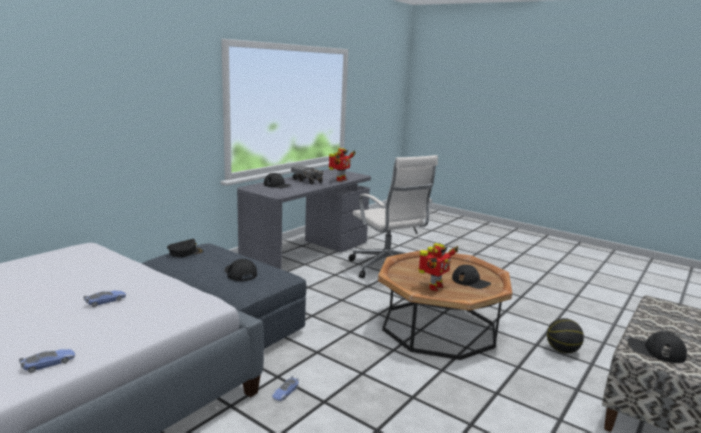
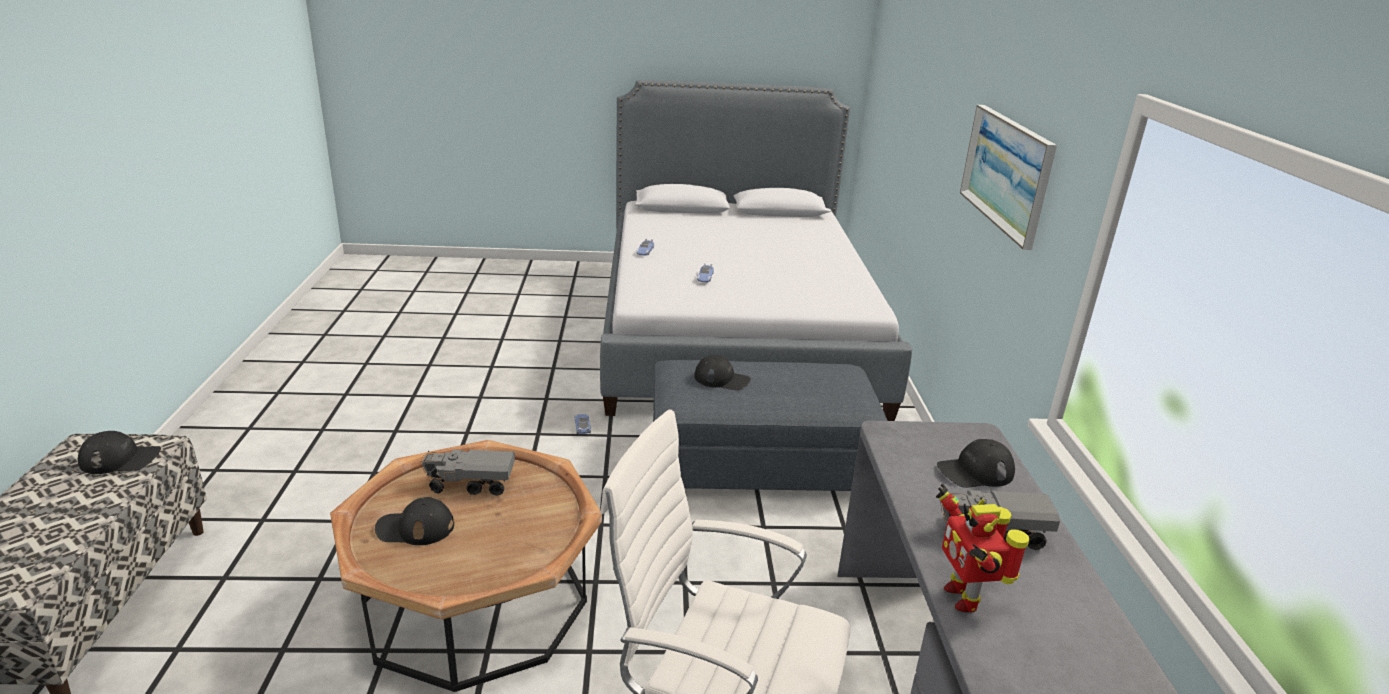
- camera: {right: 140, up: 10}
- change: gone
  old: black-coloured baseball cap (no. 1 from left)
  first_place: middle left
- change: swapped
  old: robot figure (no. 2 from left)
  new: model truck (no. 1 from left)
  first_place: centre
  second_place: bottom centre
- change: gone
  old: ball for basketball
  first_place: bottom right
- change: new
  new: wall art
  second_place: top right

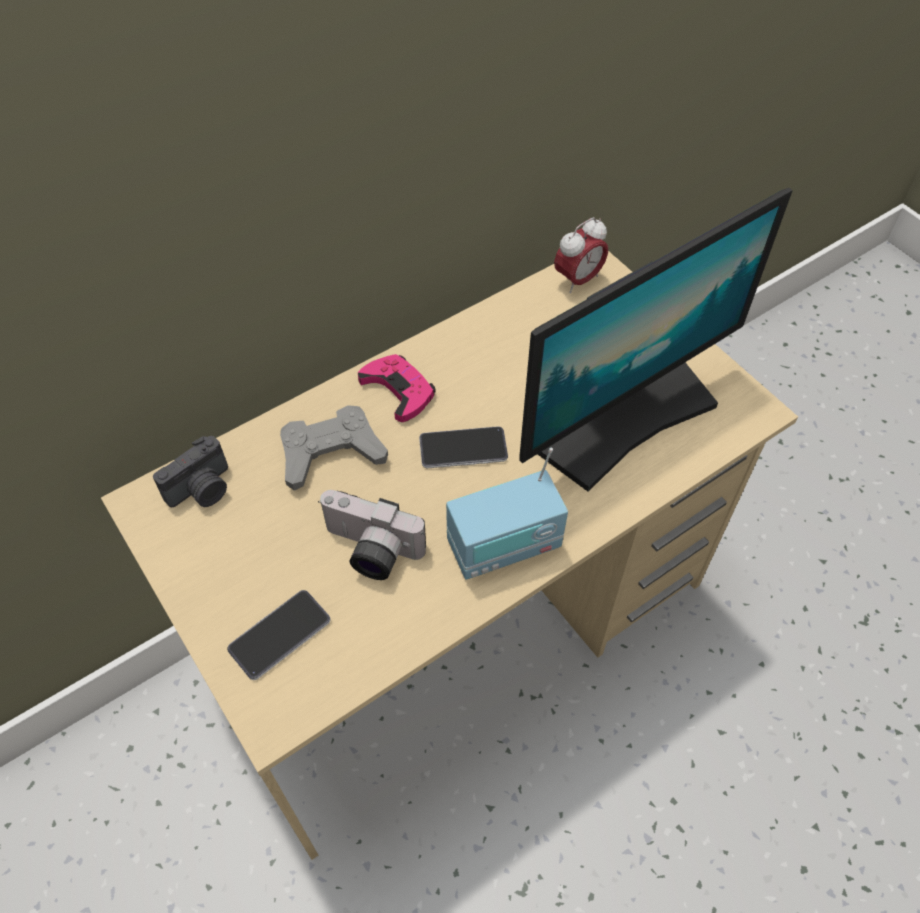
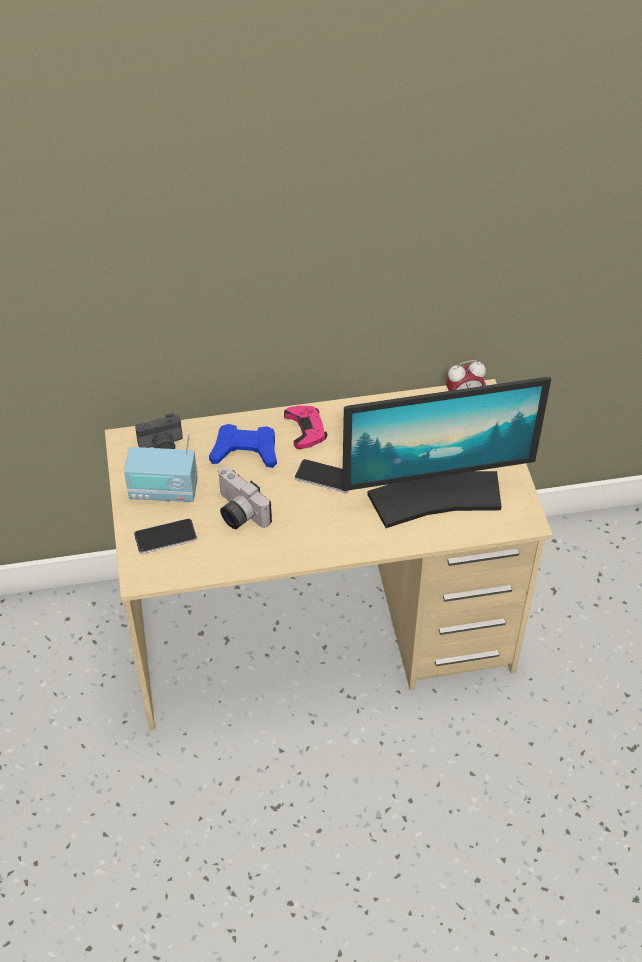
- camera: {right: 25, up: -5}
- change: repainted
  old: greyish game controller
  new: blue game controller
  first_place: centre
  second_place: centre
- change: shifted
  old: radio set
  first_place: centre
  second_place: middle left

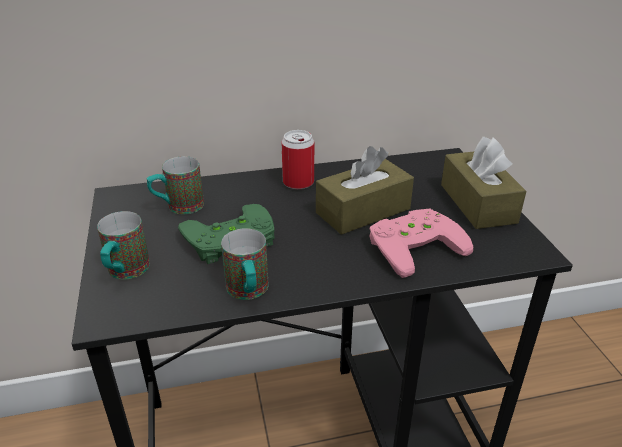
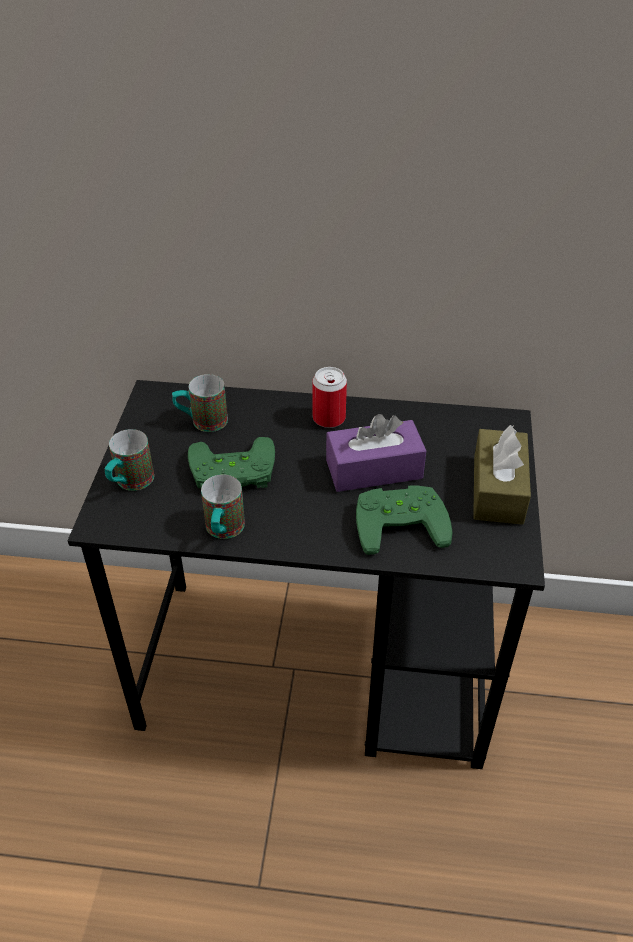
- camera: {right: 20, up: 10}
- change: repainted
  old: brown-coloured tissue holder (no. 1 from left)
  new: purple-coloured tissue holder
  first_place: centre
  second_place: centre
- change: repainted
  old: pink game controller
  new: greenish game controller (no. 2 from left)
  first_place: middle right
  second_place: centre

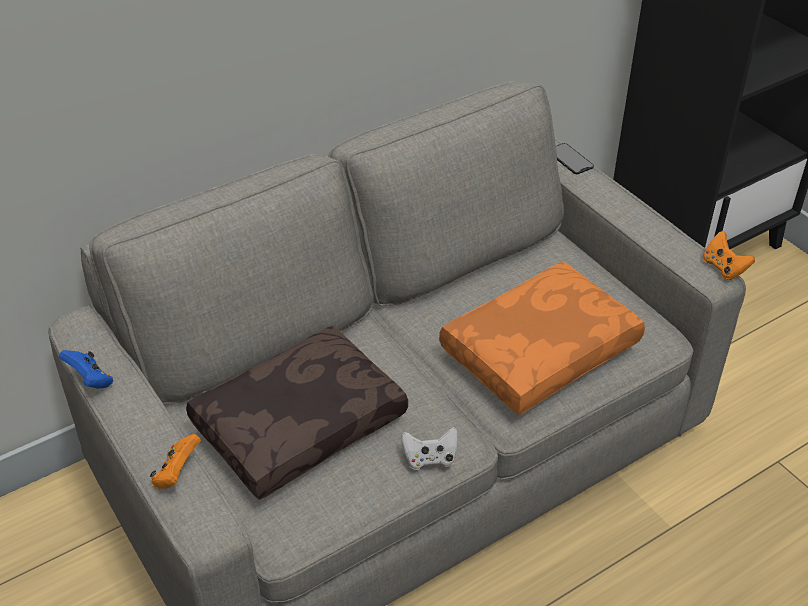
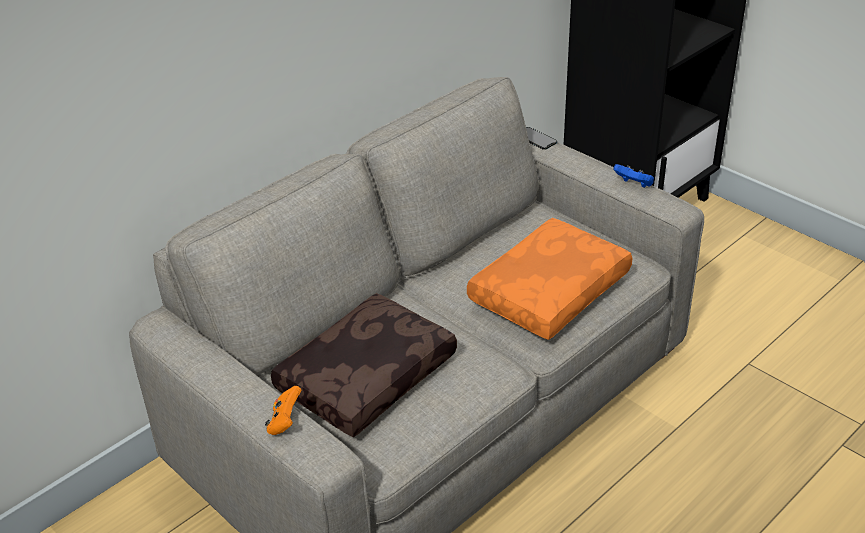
- camera: {right: -10, up: -5}
- change: shifted
  old: blue game controller
  first_place: middle left
  second_place: top right
- change: gone
  old: whitish game controller
  first_place: bottom centre
- change: gone
  old: orange-coloured game controller (no. 2 from left)
  first_place: middle right

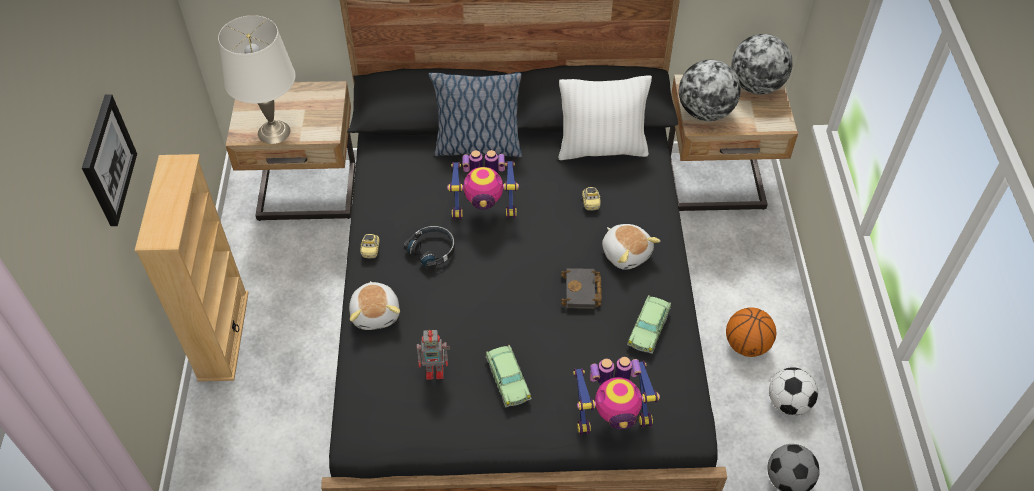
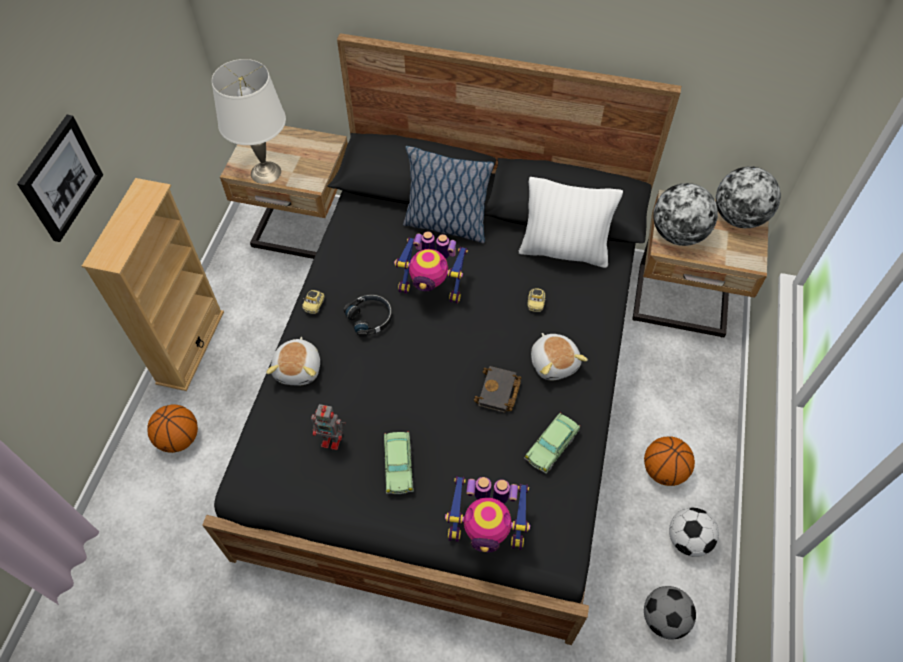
- camera: {right: 15, up: 5}
- change: new
  new: ball for basketball (no. 1 from left)
  second_place: middle left

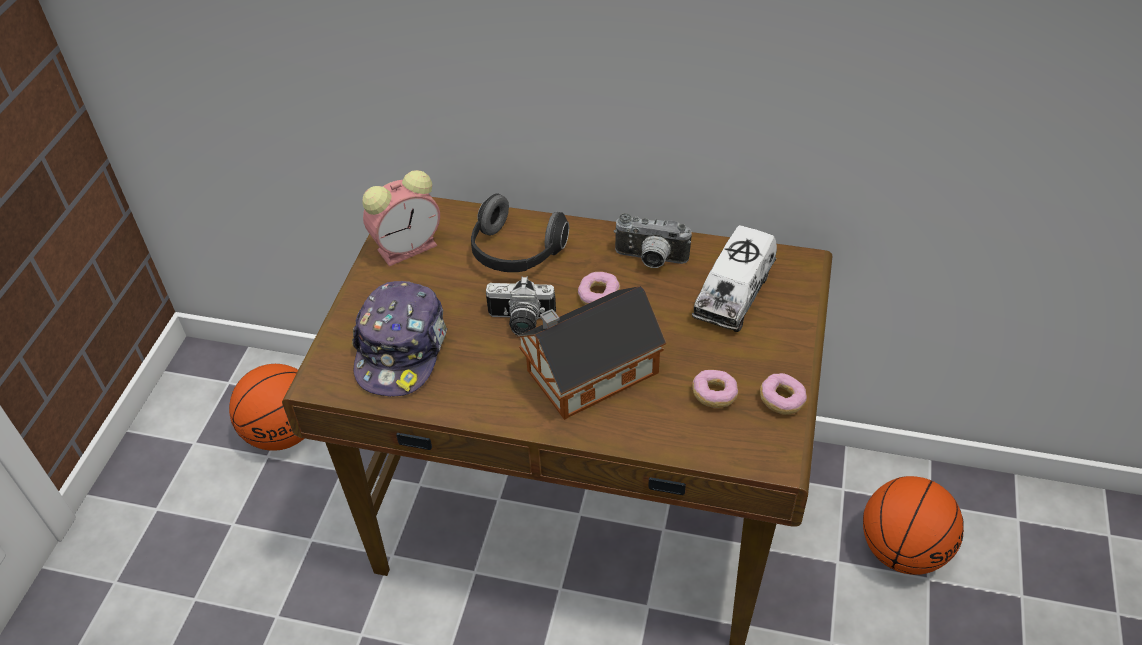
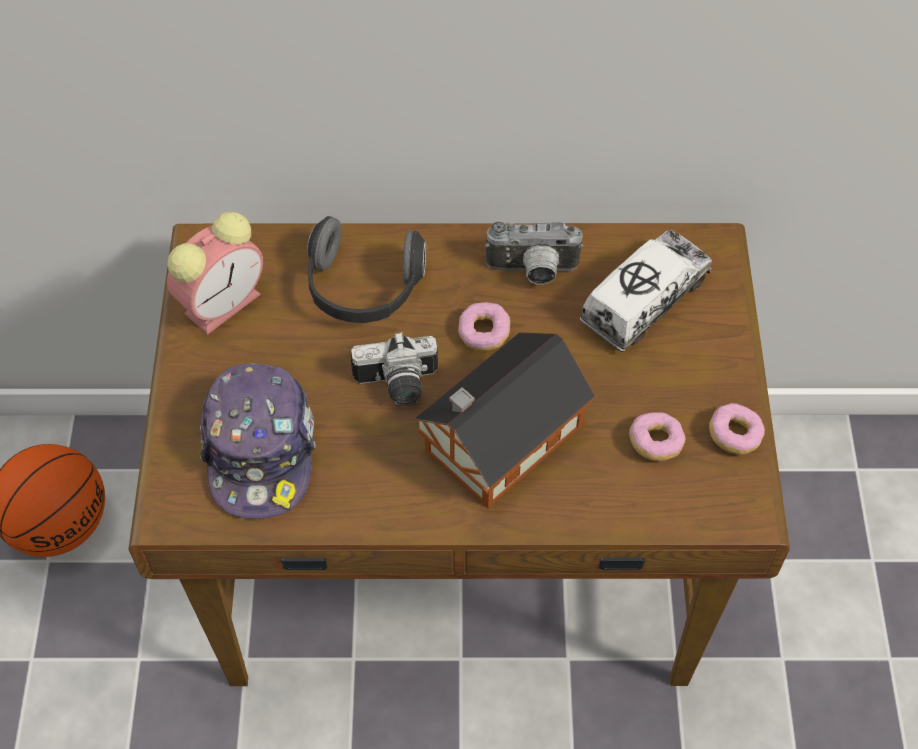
- camera: {right: -15, up: 10}
- change: rotated
  old: model truck
  first_place: centre
  second_place: middle right
  degrees: -150
- change: gone
  old: ball for basketball (no. 2 from left)
  first_place: bottom right

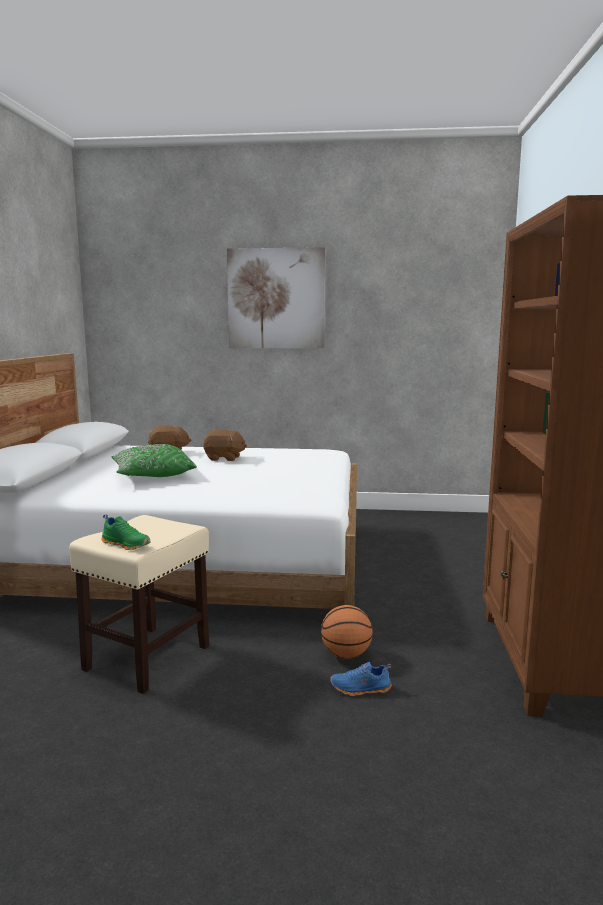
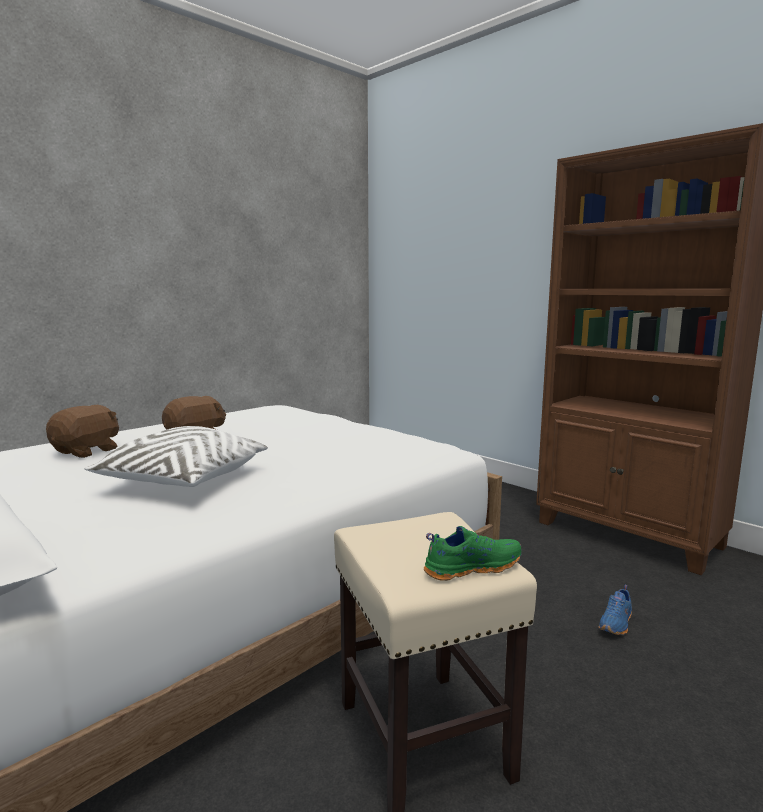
- camera: {right: -50, up: 0}
- change: repainted
  old: greenish pillow
  new: whitish pillow
  first_place: middle left
  second_place: middle left
- change: gone
  old: wall art
  first_place: top centre
- change: gone
  old: ball for basketball
  first_place: bottom centre

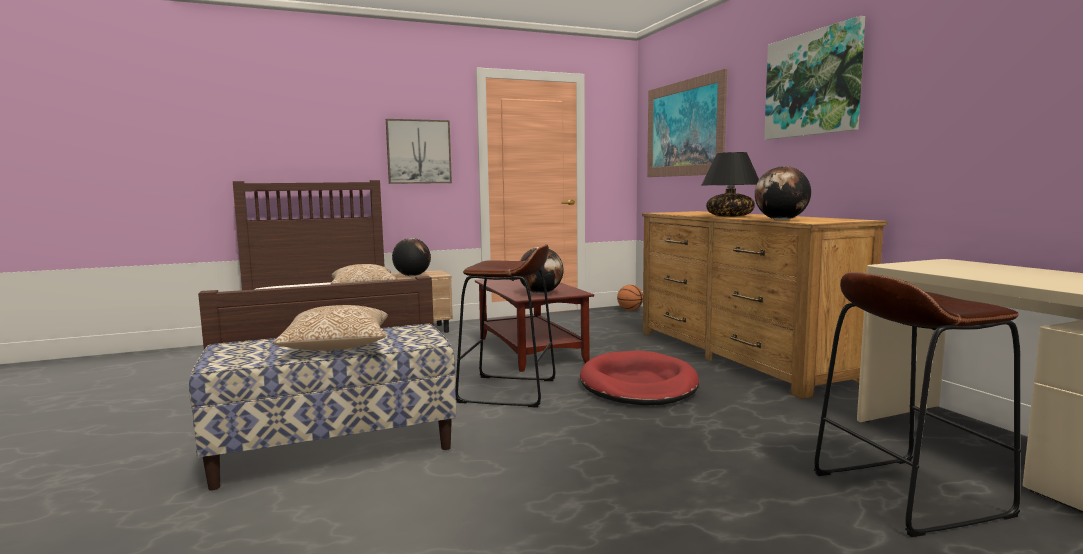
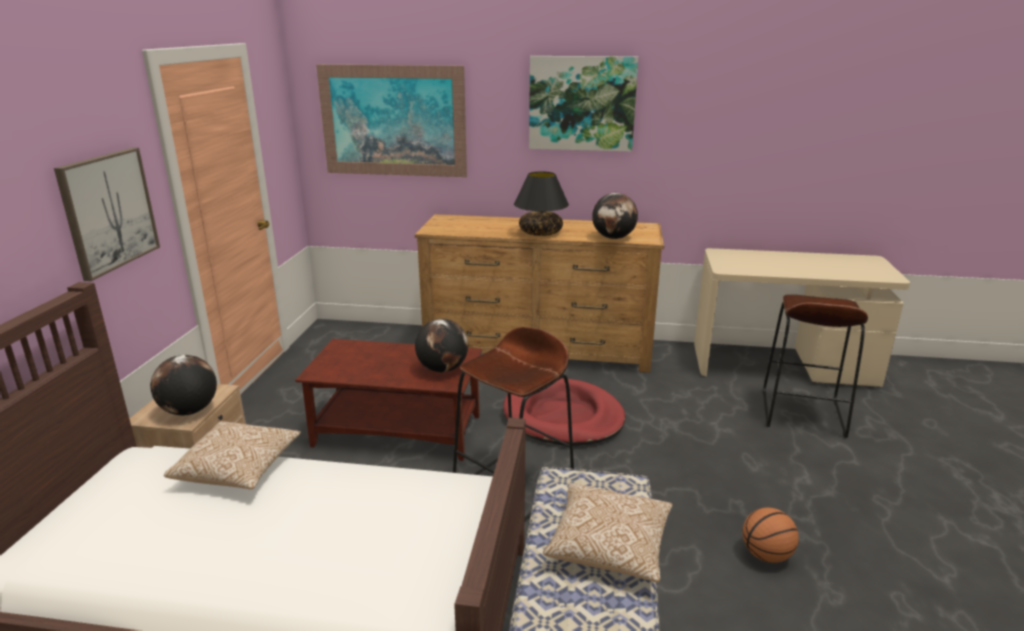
- camera: {right: -60, up: 15}
- change: shifted
  old: ball for basketball
  first_place: centre
  second_place: bottom right

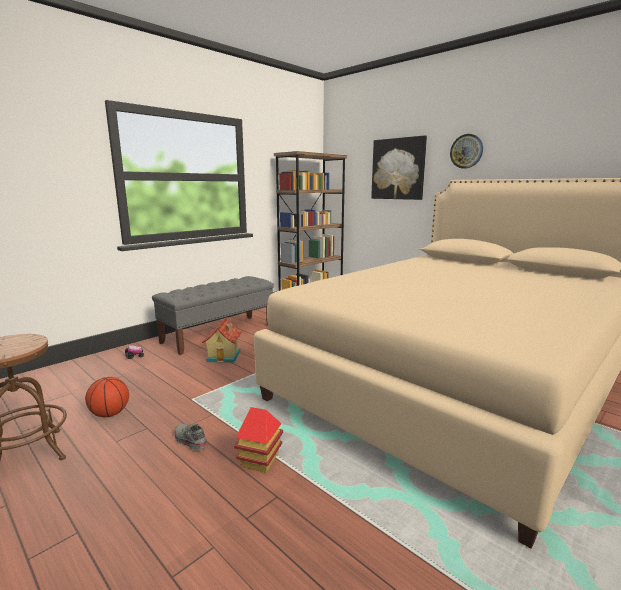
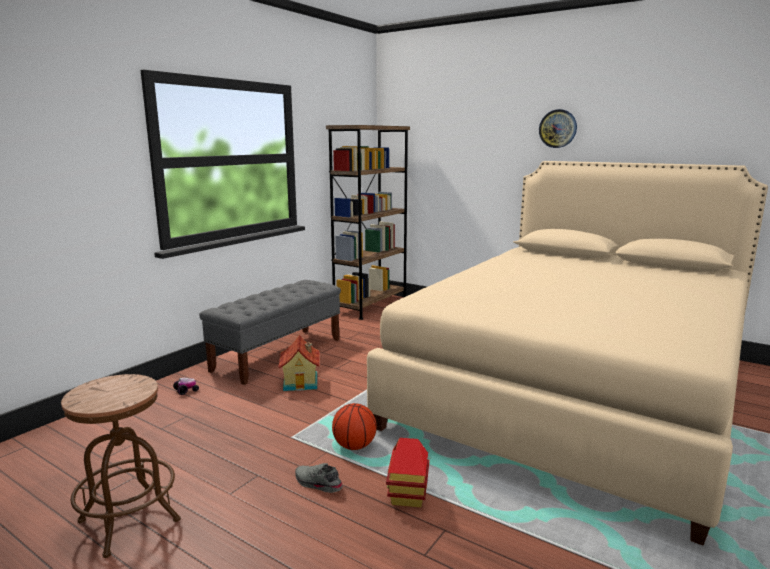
- camera: {right: -10, up: 0}
- change: shifted
  old: ball for basketball
  first_place: bottom left
  second_place: bottom centre
- change: gone
  old: wall art
  first_place: top centre

